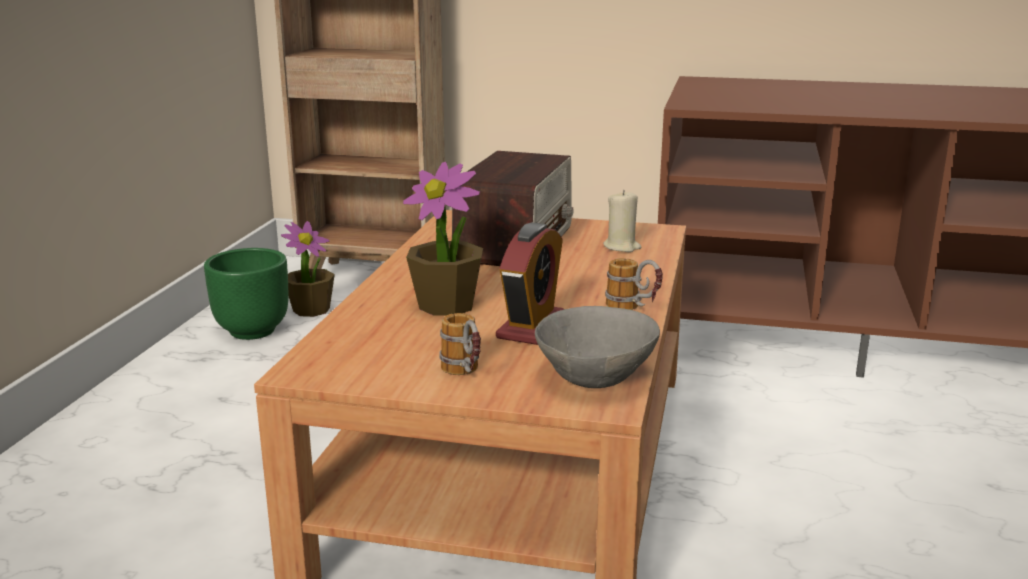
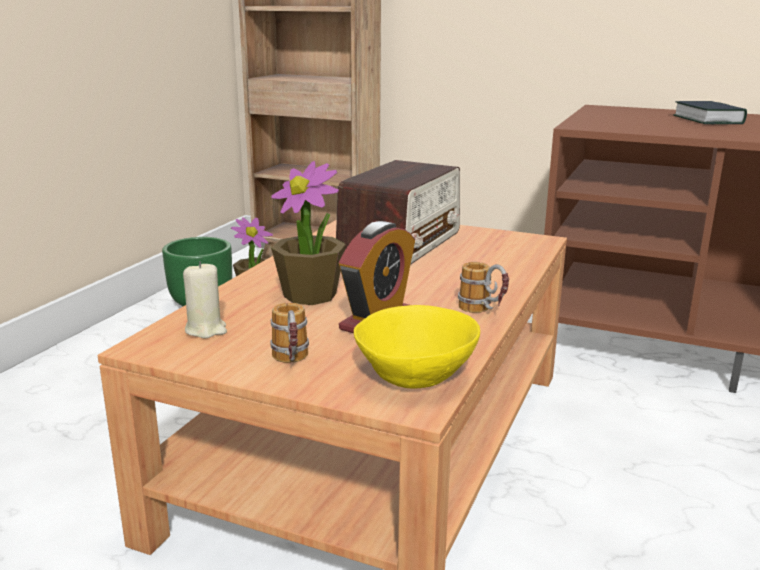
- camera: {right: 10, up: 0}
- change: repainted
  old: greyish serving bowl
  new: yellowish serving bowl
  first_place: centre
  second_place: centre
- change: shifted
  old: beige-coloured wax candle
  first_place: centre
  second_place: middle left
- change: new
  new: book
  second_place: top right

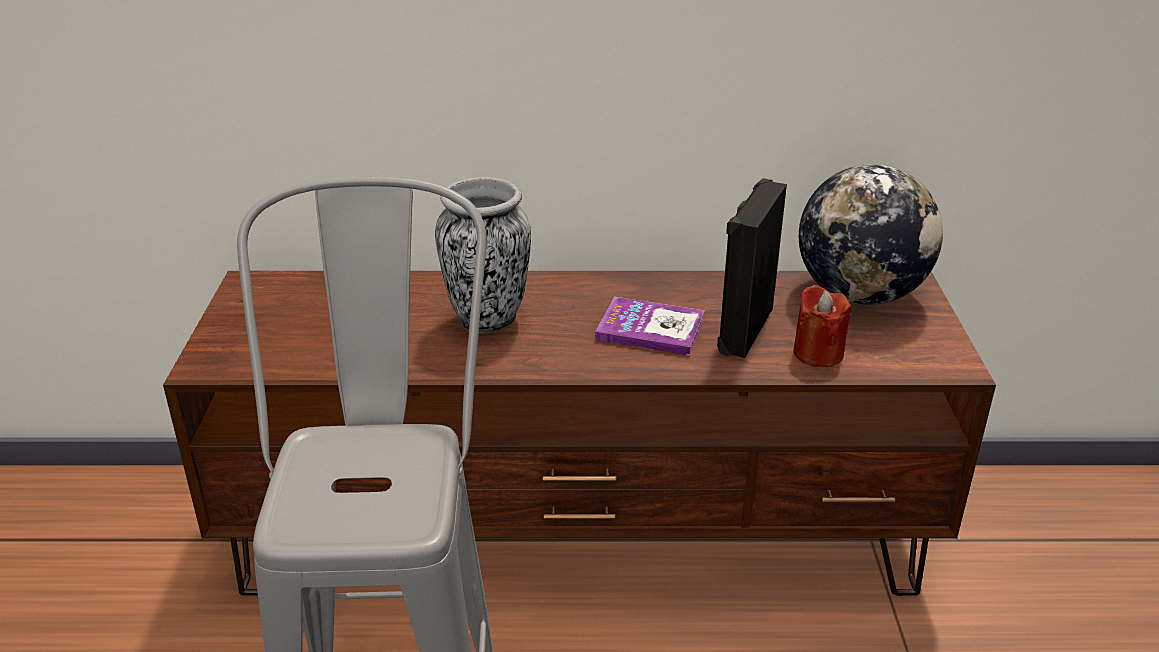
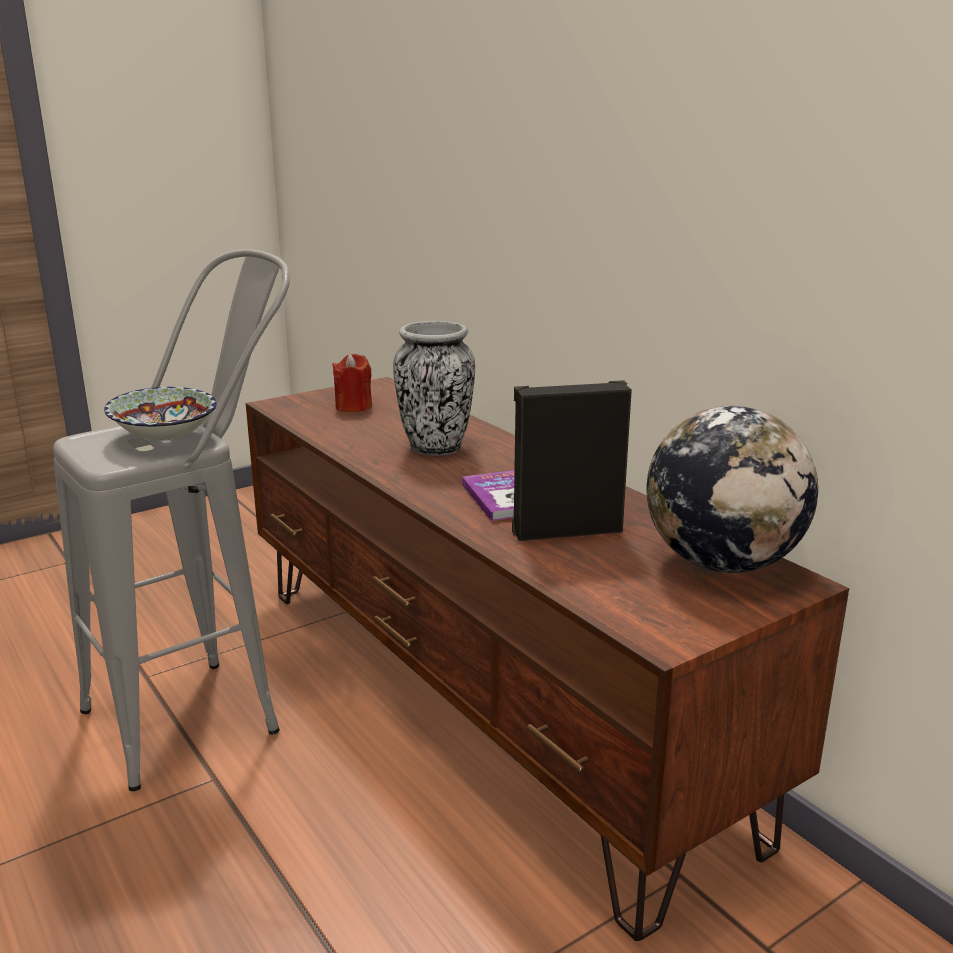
- camera: {right: 55, up: -10}
- change: shifted
  old: reddish wax candle
  first_place: middle right
  second_place: centre
- change: new
  new: serving bowl
  second_place: middle left

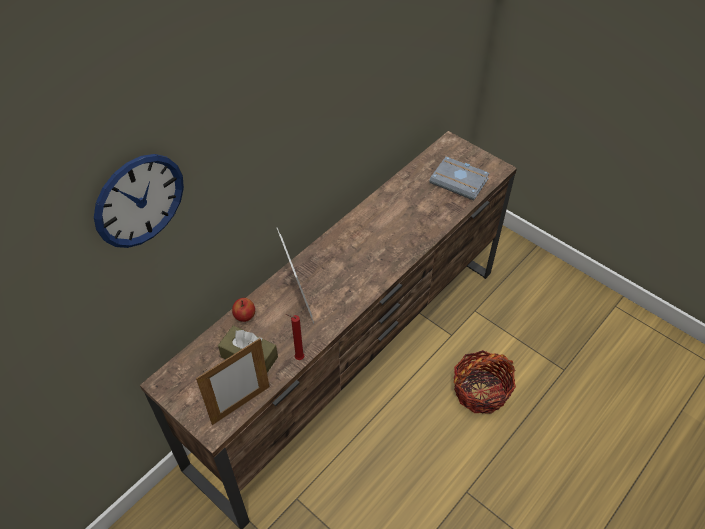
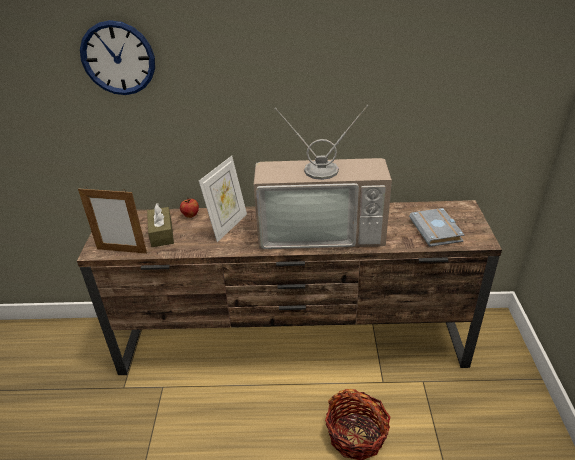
- camera: {right: 50, up: -15}
- change: gone
  old: reddish wax candle
  first_place: centre
- change: new
  new: television
  second_place: centre

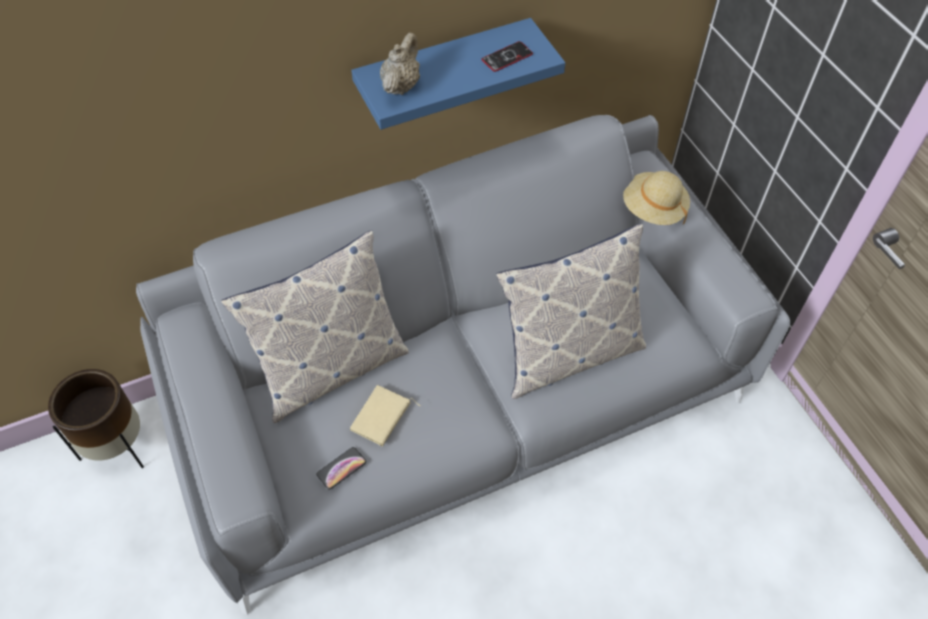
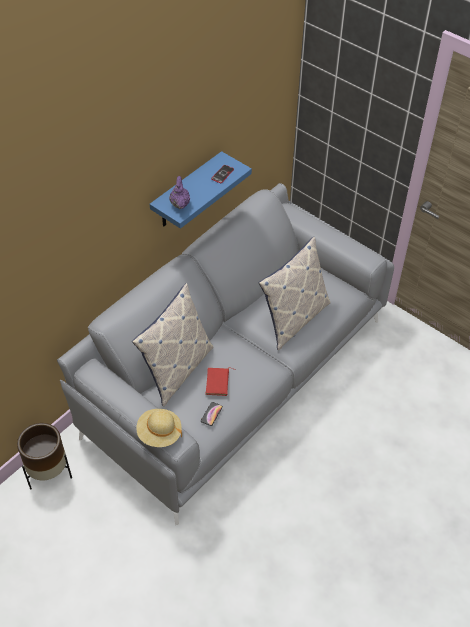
- camera: {right: -25, up: -5}
- change: repainted
  old: beige-coloured book
  new: reddish book
  first_place: bottom centre
  second_place: centre
- change: repainted
  old: beige-coloured tea pot
  new: purple-coloured tea pot
  first_place: top centre
  second_place: top centre
- change: shifted
  old: beige-coloured wearable hat
  first_place: top right
  second_place: bottom centre

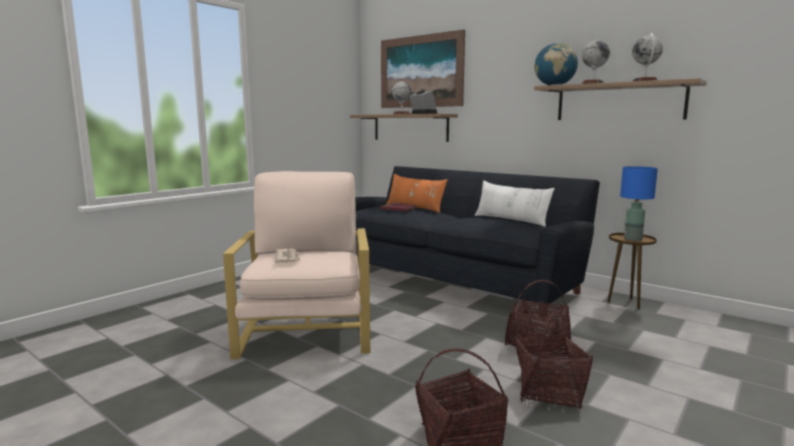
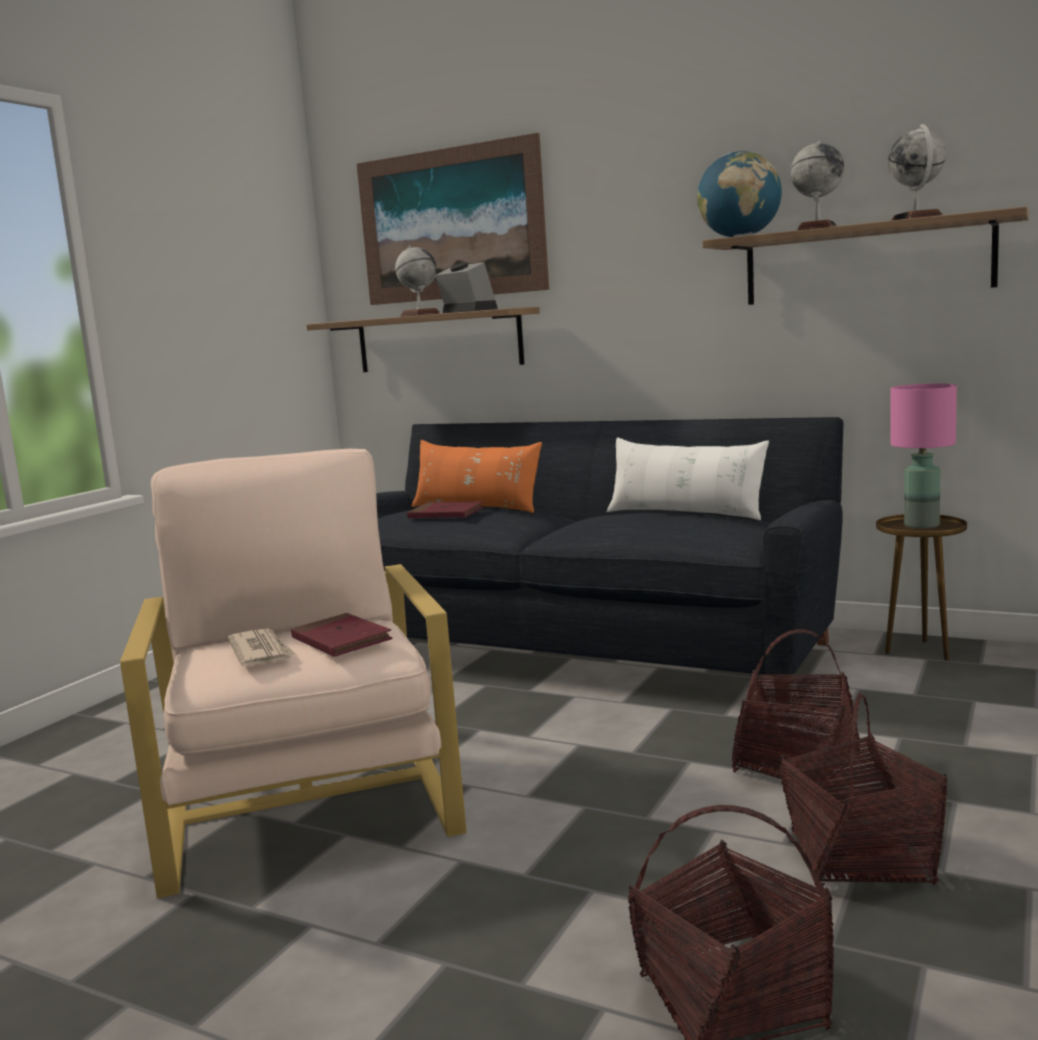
- camera: {right: -10, up: 0}
- change: repainted
  old: blue lamp for a table
  new: pink lamp for a table
  first_place: middle right
  second_place: middle right
- change: new
  new: reddish book (no. 1 from left)
  second_place: middle left

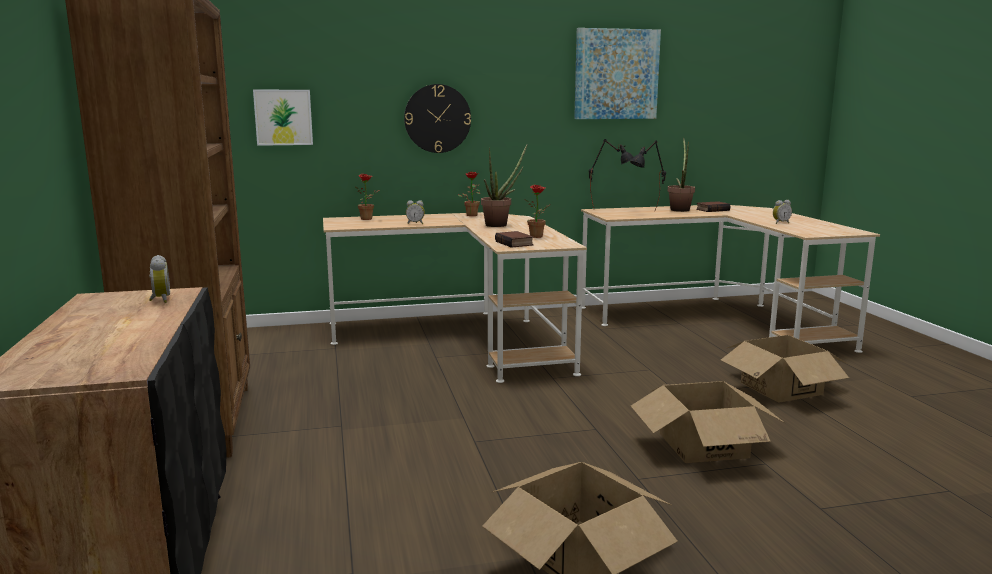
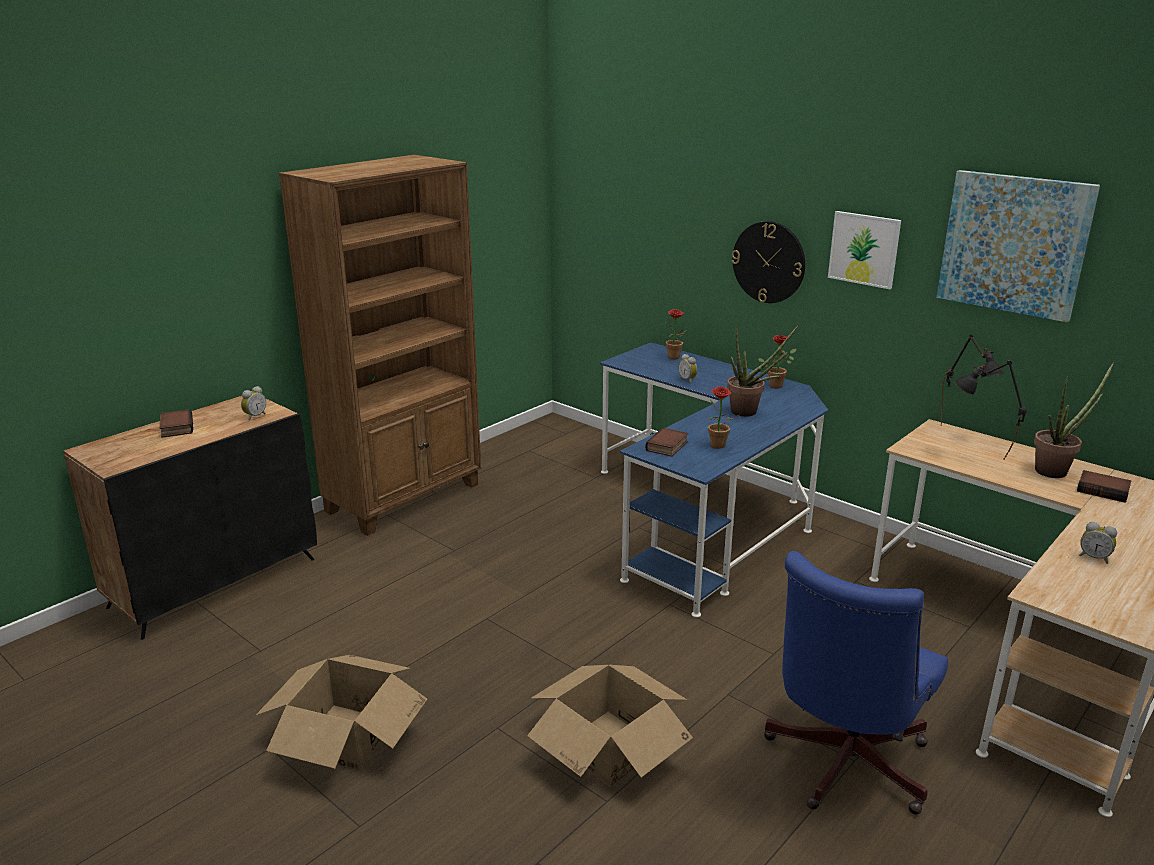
- camera: {right: 55, up: 10}
- change: shifted
  old: wall art (no. 1 from left)
  first_place: top left
  second_place: top right
- change: repainted
  old: beige-coloured desk unit (no. 1 from left)
  new: blue desk unit
  first_place: centre
  second_place: centre
- change: swapped
  old: cardboard box (no. 3 from left)
  new: blue desk chair
  first_place: middle right
  second_place: bottom right
- change: new
  new: book (no. 1 from left)
  second_place: middle left

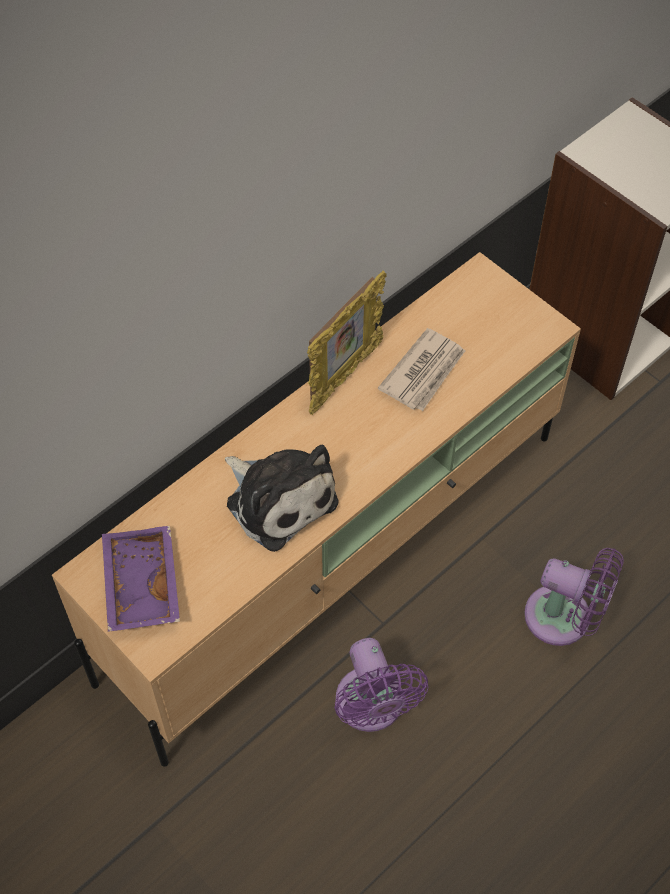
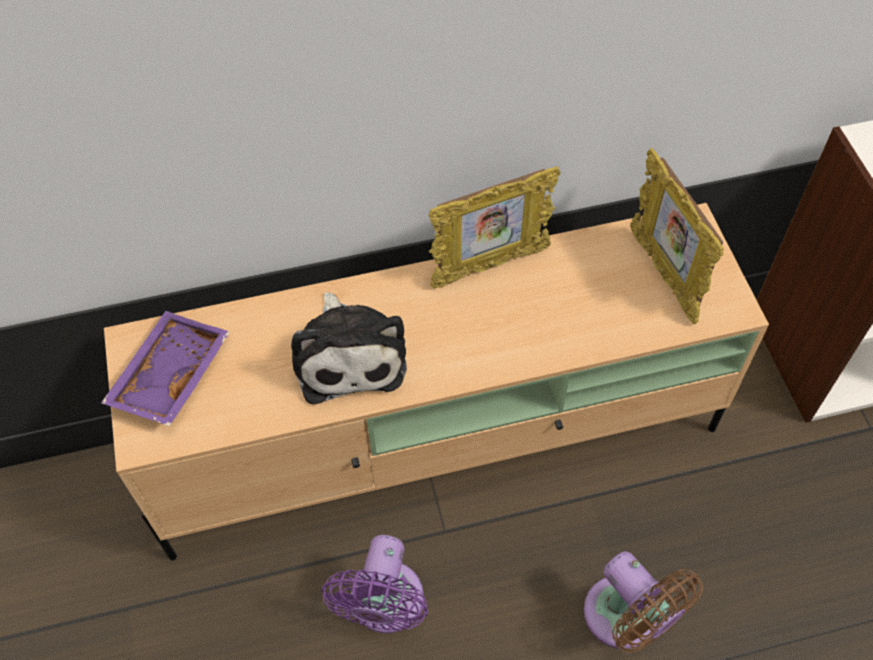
- camera: {right: 30, up: 0}
- change: gone
  old: daily paper
  first_place: centre
- change: repainted
  old: purple-coloured electric fan (no. 2 from left)
  new: brown-coloured electric fan
  first_place: bottom right
  second_place: bottom right
- change: new
  new: picture frame (no. 2 from left)
  second_place: middle right

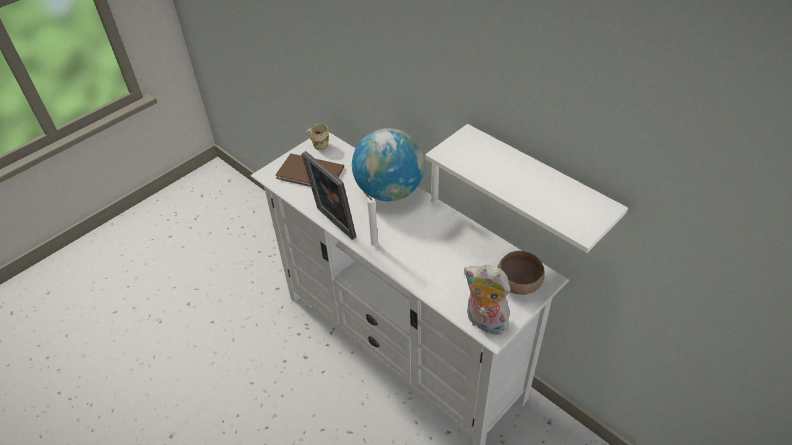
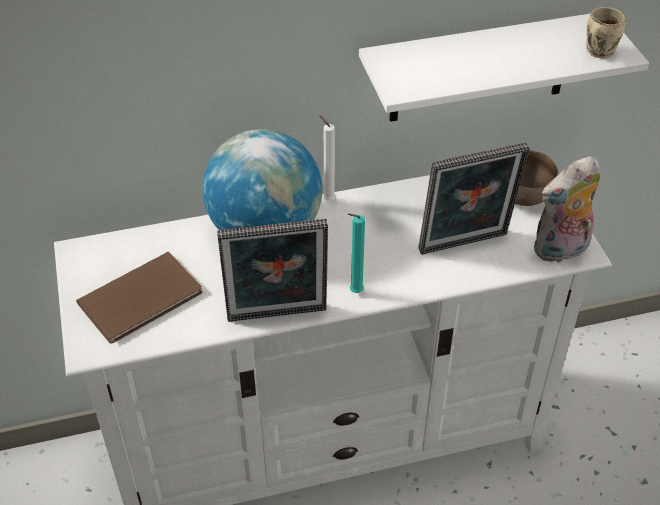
- camera: {right: -60, up: 0}
- change: shifted
  old: beige-coloured tea mug
  first_place: top centre
  second_place: top right
- change: repainted
  old: whitish wax candle (no. 1 from left)
  new: turquoise-coloured wax candle
  first_place: centre
  second_place: centre
- change: new
  new: picture frame (no. 2 from left)
  second_place: middle right

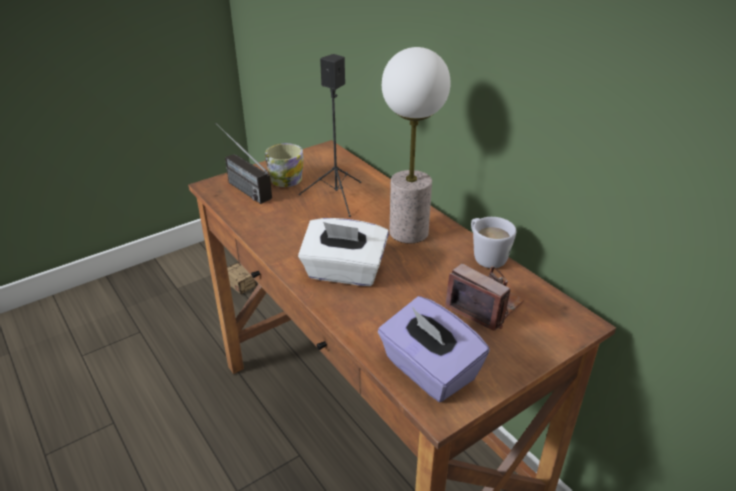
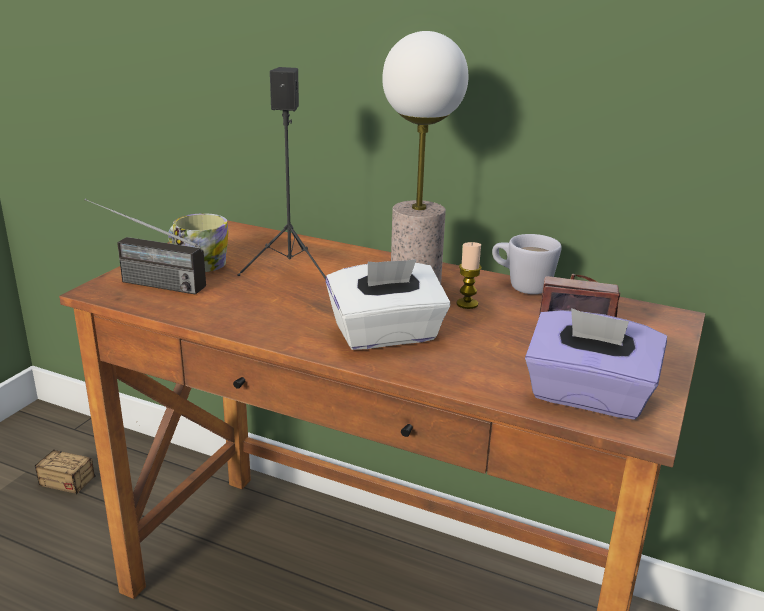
- camera: {right: -30, up: -10}
- change: new
  new: wax candle
  second_place: centre

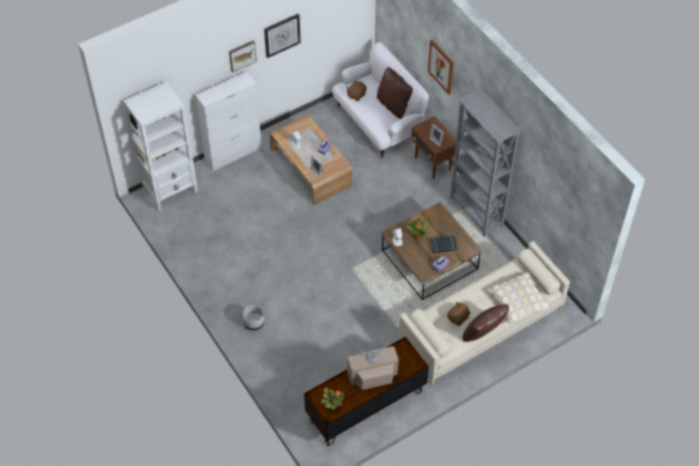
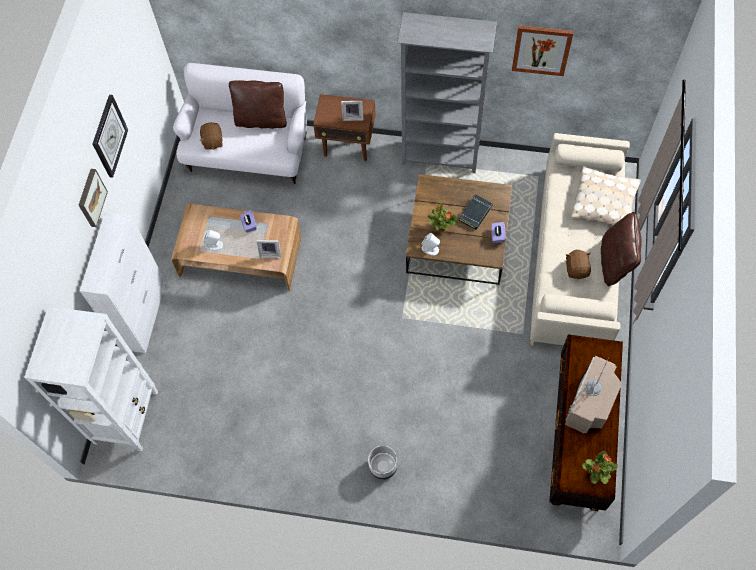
- camera: {right: -45, up: 10}
- change: shifted
  old: wall art (no. 2 from left)
  first_place: top centre
  second_place: top right

